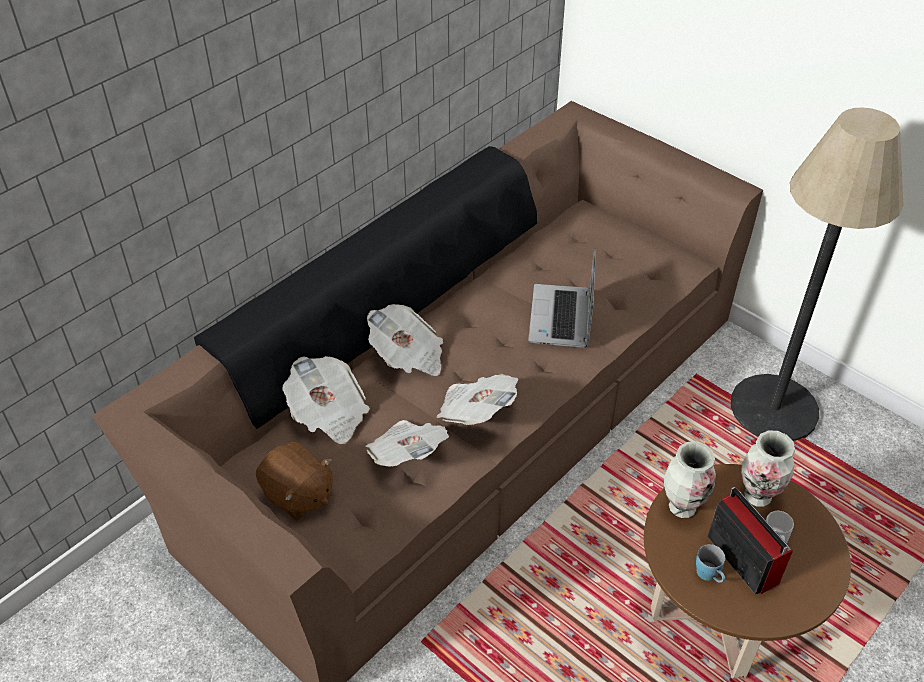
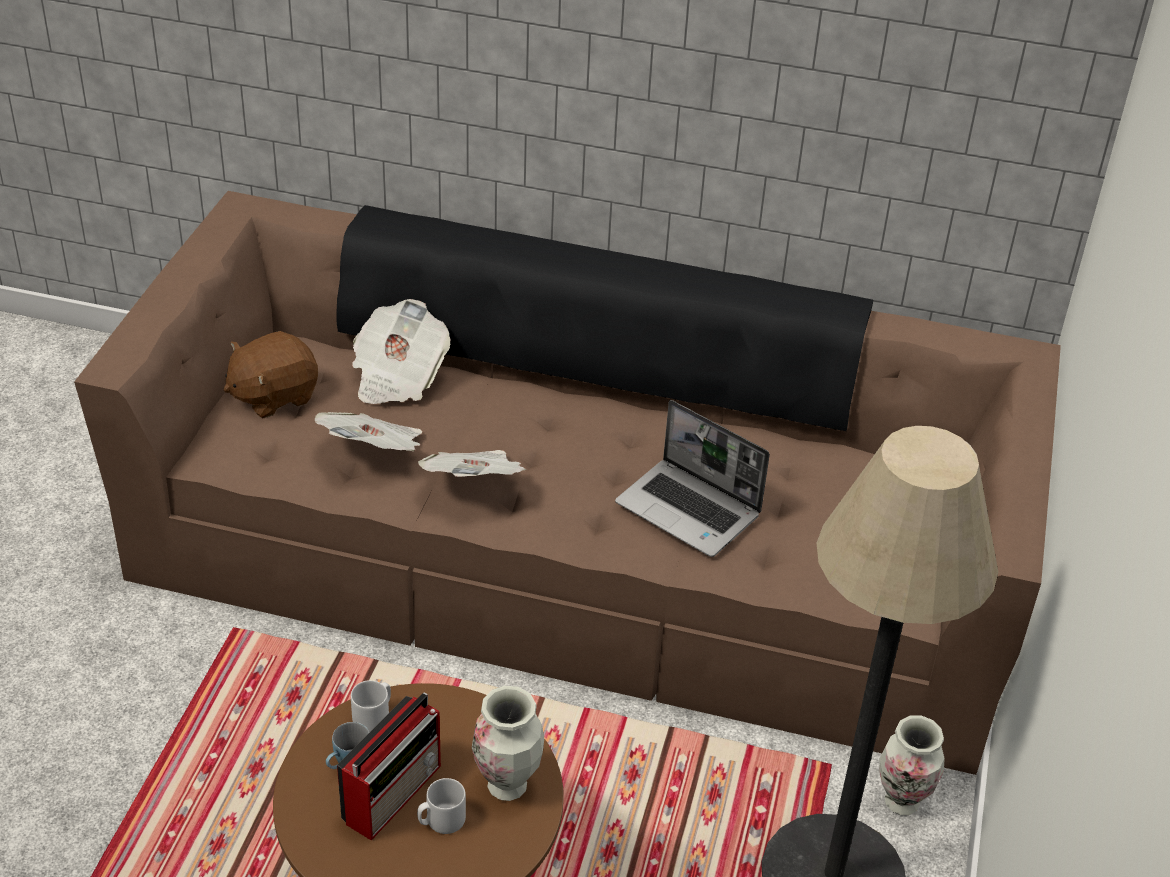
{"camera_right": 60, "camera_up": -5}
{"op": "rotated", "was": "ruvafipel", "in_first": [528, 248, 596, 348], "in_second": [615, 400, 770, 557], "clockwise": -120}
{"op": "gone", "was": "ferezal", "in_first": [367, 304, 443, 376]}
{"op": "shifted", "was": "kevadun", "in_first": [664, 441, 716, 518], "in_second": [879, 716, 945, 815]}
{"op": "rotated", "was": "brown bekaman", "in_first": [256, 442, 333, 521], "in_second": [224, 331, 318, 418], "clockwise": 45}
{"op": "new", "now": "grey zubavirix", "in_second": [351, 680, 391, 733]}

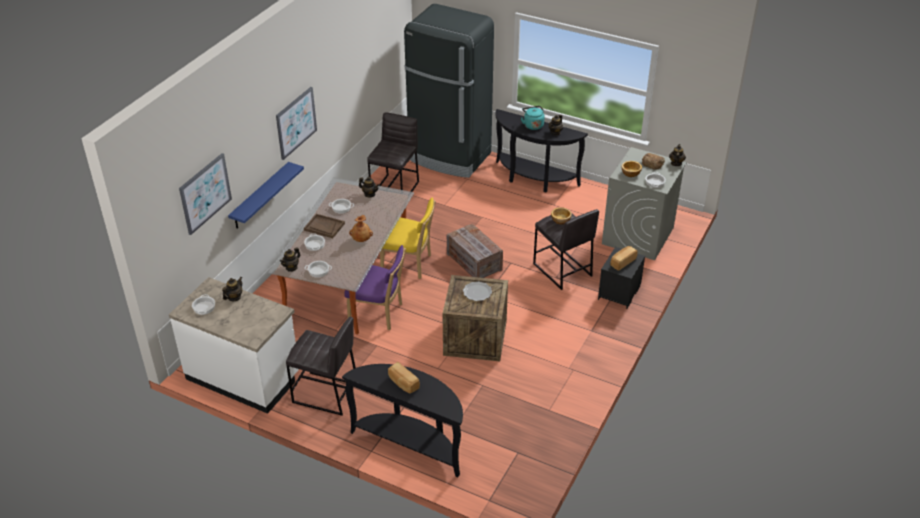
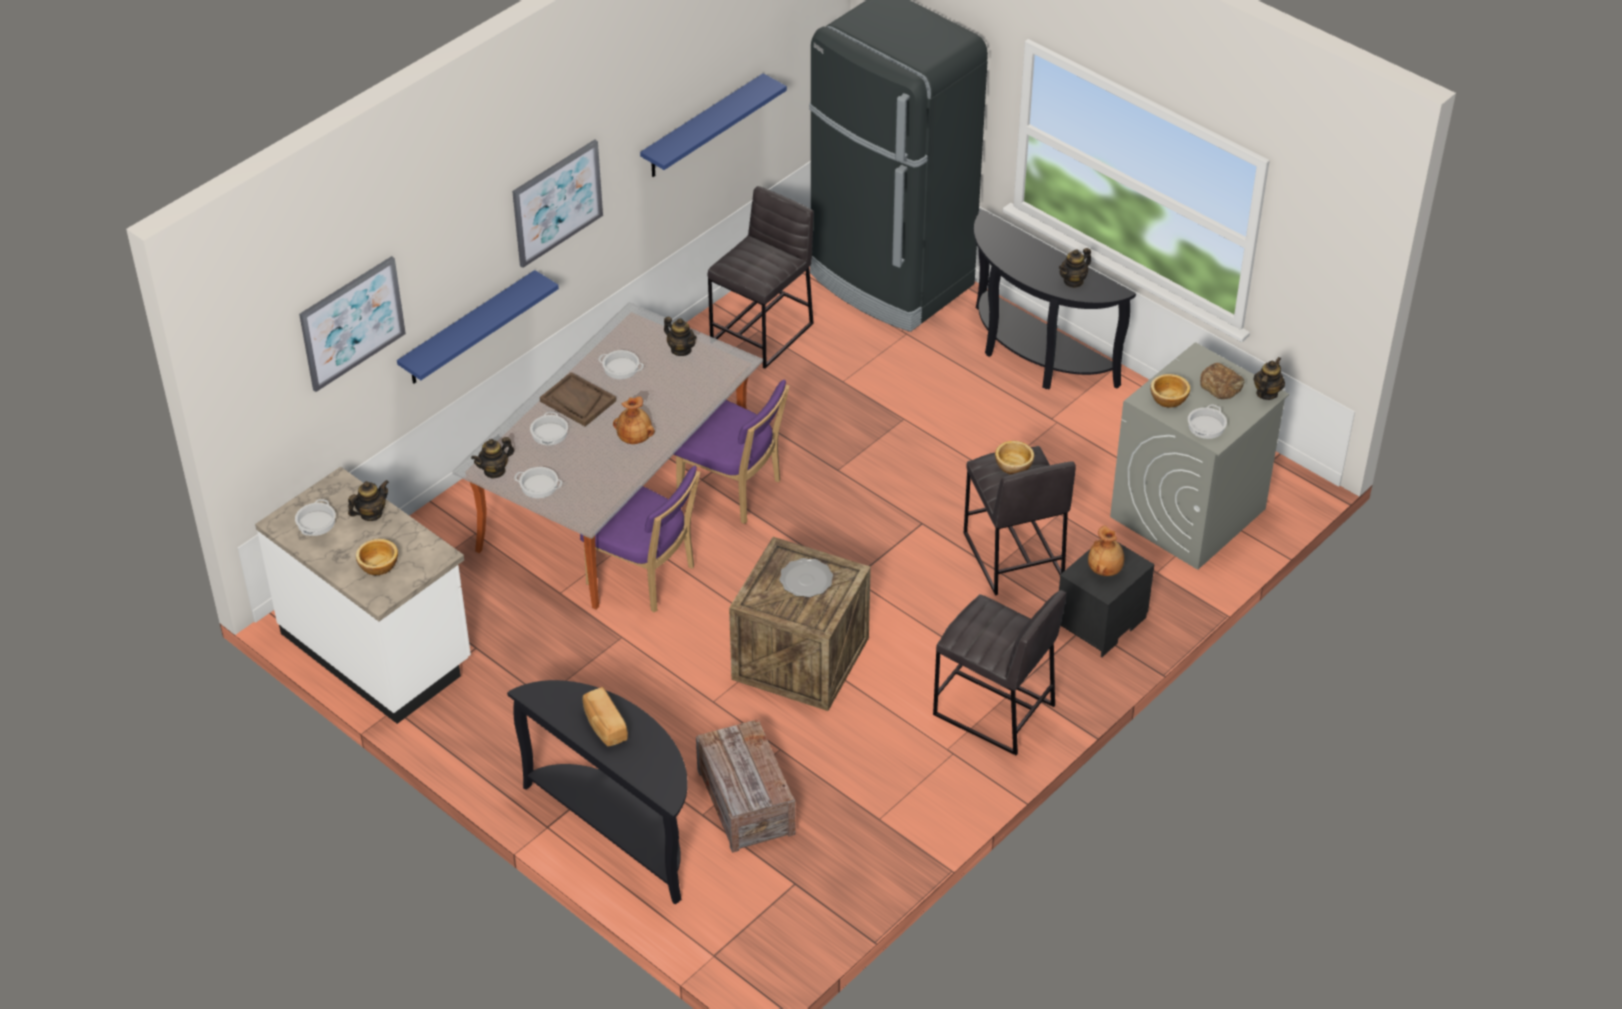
{"camera_right": 15, "camera_up": 5}
{"op": "gone", "was": "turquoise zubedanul", "in_first": [521, 106, 545, 130]}
{"op": "repainted", "was": "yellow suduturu", "now": "purple suduturu", "in_first": [380, 198, 436, 279], "in_second": [674, 380, 790, 524]}
{"op": "shifted", "was": "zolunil", "in_first": [447, 223, 503, 278], "in_second": [696, 719, 796, 853]}
{"op": "swapped", "was": "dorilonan", "now": "brown kevadun", "in_first": [611, 246, 638, 271], "in_second": [1088, 525, 1124, 576]}
{"op": "shifted", "was": "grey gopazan", "in_first": [286, 317, 356, 416], "in_second": [933, 590, 1067, 755]}
{"op": "new", "now": "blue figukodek", "in_second": [640, 73, 787, 177]}
{"op": "new", "now": "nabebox", "in_second": [356, 539, 398, 575]}

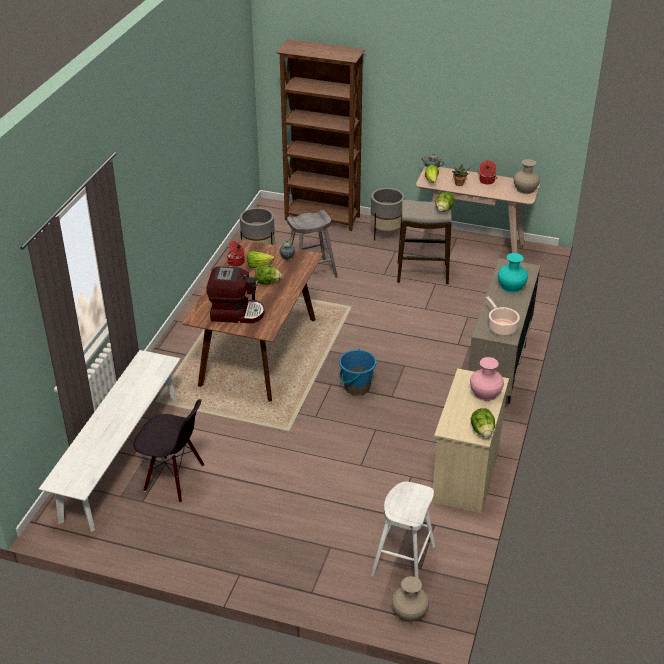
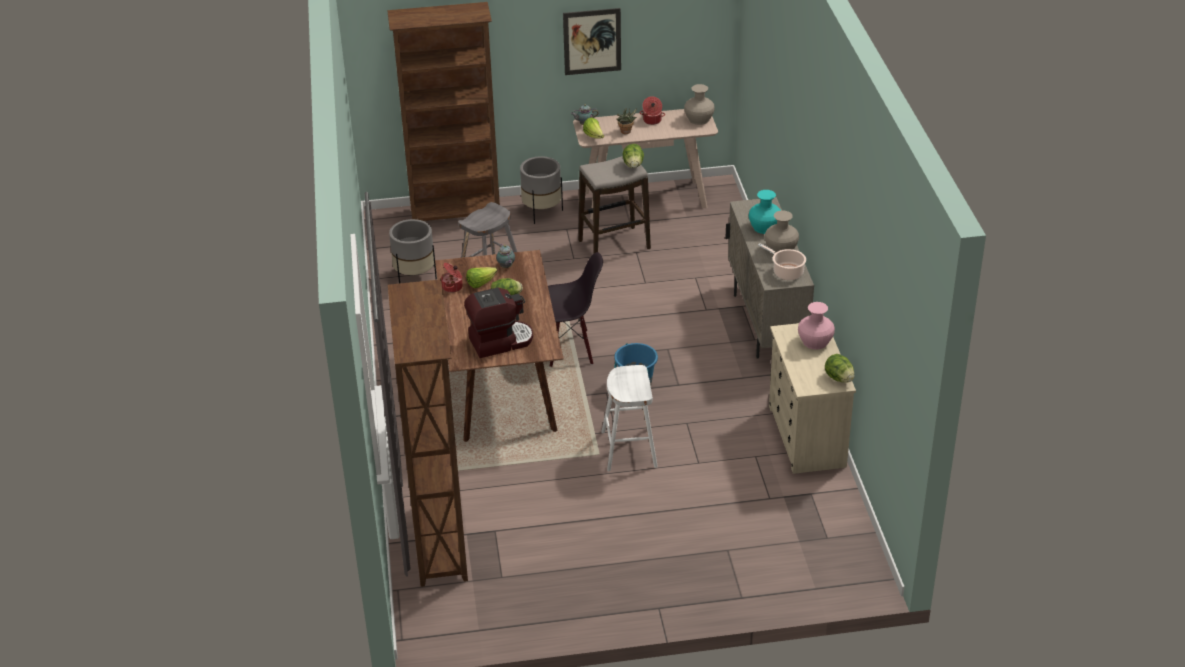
{"camera_right": -25, "camera_up": 0}
{"op": "swapped", "was": "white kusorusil", "now": "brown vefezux", "in_first": [39, 350, 181, 532], "in_second": [388, 279, 468, 587]}
{"op": "shifted", "was": "black suduturu", "in_first": [133, 399, 205, 503], "in_second": [548, 252, 603, 367]}
{"op": "shifted", "was": "white gopazan", "in_first": [371, 482, 435, 579], "in_second": [601, 365, 658, 471]}
{"op": "shifted", "was": "beige kevadun", "in_first": [392, 576, 429, 623], "in_second": [765, 211, 799, 254]}
{"op": "new", "now": "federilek", "in_second": [563, 8, 621, 75]}

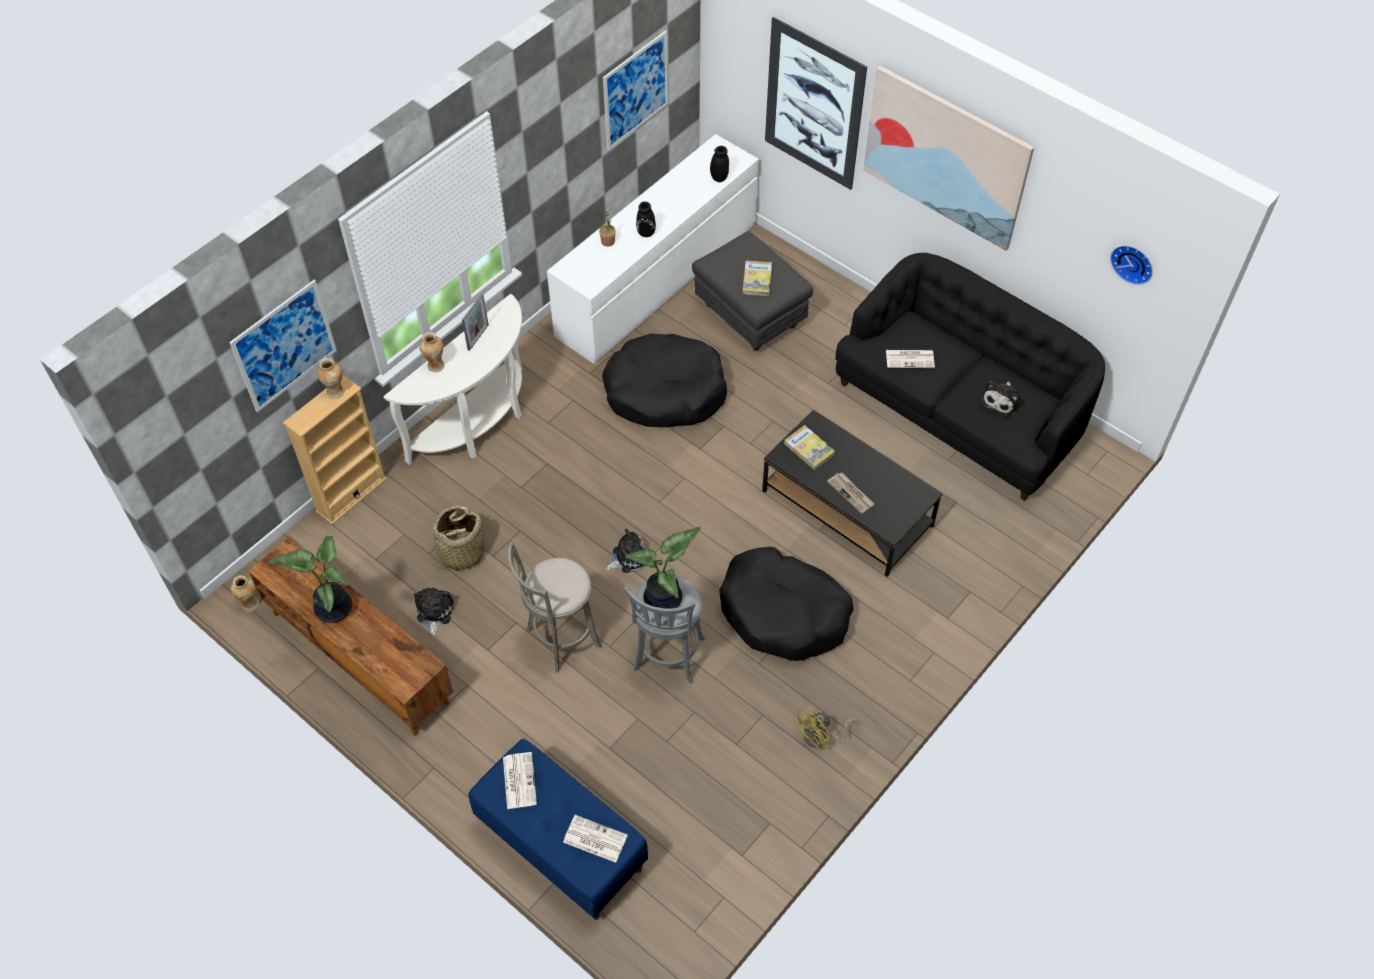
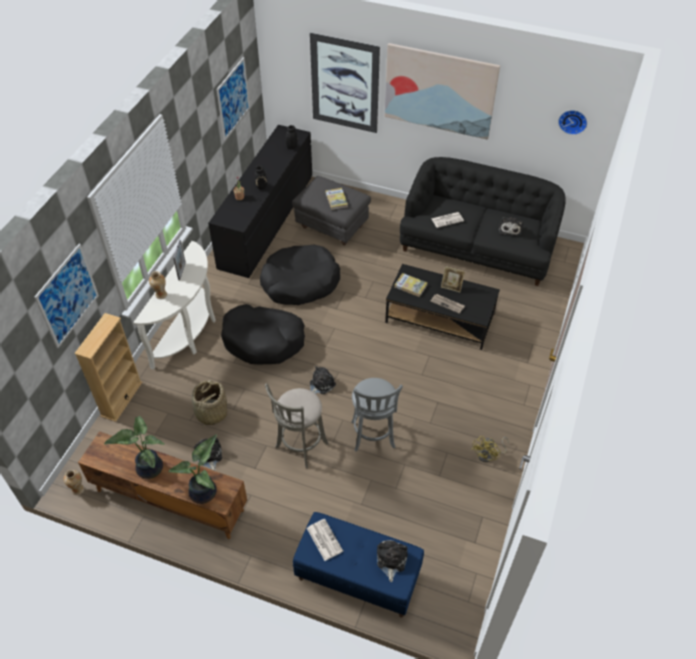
{"camera_right": -20, "camera_up": -5}
{"op": "repainted", "was": "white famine", "now": "black famine", "in_first": [547, 134, 759, 364], "in_second": [208, 125, 312, 278]}
{"op": "gone", "was": "kevadun", "in_first": [317, 358, 345, 399]}
{"op": "shifted", "was": "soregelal", "in_first": [625, 527, 701, 609], "in_second": [169, 434, 217, 504]}
{"op": "shifted", "was": "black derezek", "in_first": [719, 547, 853, 661], "in_second": [221, 304, 305, 364]}
{"op": "swapped", "was": "ferezal", "now": "bekaman", "in_first": [563, 815, 628, 863], "in_second": [377, 540, 408, 582]}
{"op": "new", "now": "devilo", "in_second": [441, 266, 465, 292]}

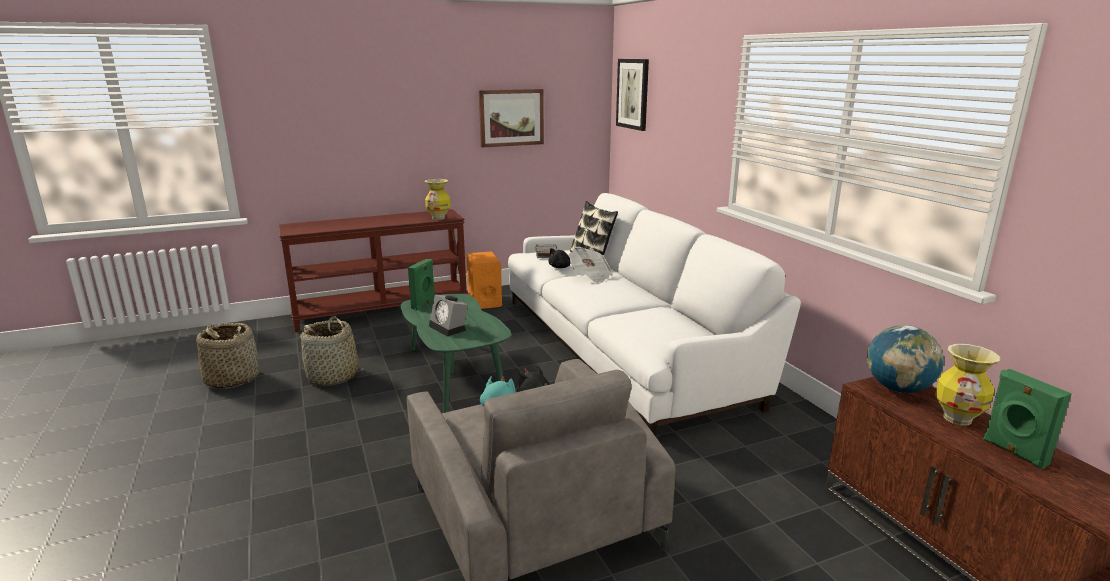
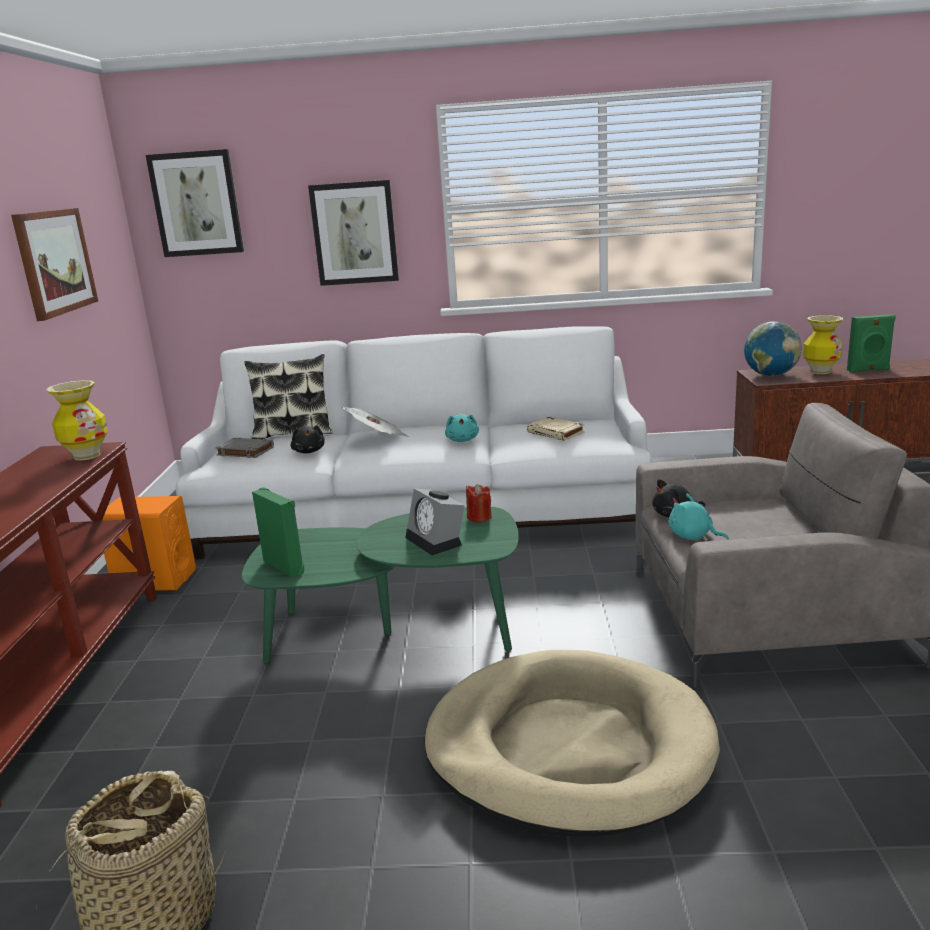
{"camera_right": -65, "camera_up": 0}
{"op": "rotated", "was": "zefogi", "in_first": [429, 295, 468, 336], "in_second": [405, 489, 465, 555], "clockwise": 75}
{"op": "gone", "was": "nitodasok", "in_first": [299, 316, 368, 386]}
{"op": "new", "now": "federilek", "in_second": [308, 180, 399, 286]}
{"op": "new", "now": "turquoise bekaman", "in_second": [445, 414, 479, 442]}
{"op": "new", "now": "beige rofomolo", "in_second": [527, 417, 585, 441]}
{"op": "new", "now": "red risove", "in_second": [466, 484, 492, 522]}
{"op": "new", "now": "beige derezek", "in_second": [425, 650, 720, 836]}

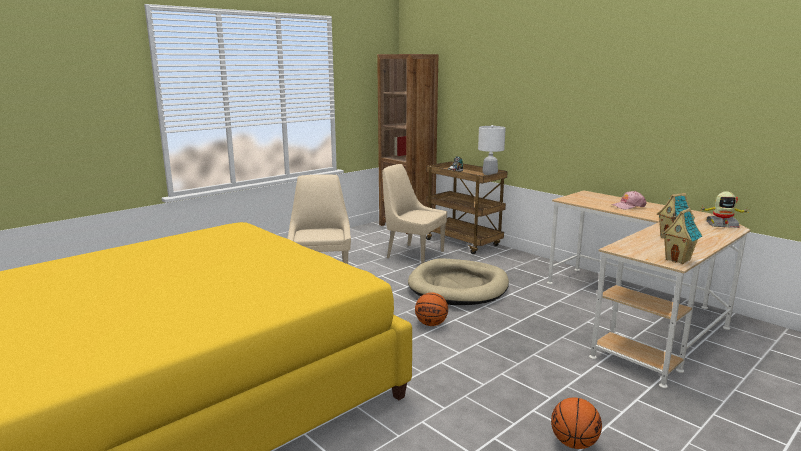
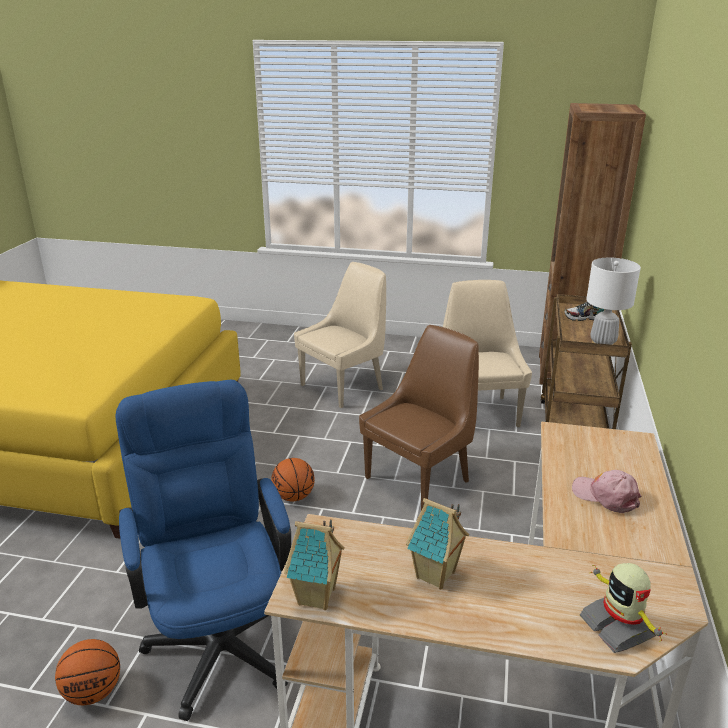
{"camera_right": 55, "camera_up": 10}
{"op": "swapped", "was": "beige derezek", "now": "brown suduturu", "in_first": [408, 258, 509, 305], "in_second": [359, 325, 479, 510]}
{"op": "new", "now": "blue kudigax", "in_second": [115, 380, 291, 721]}

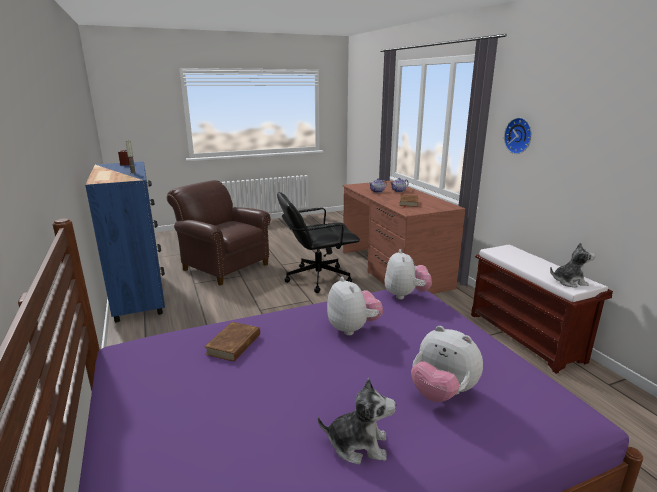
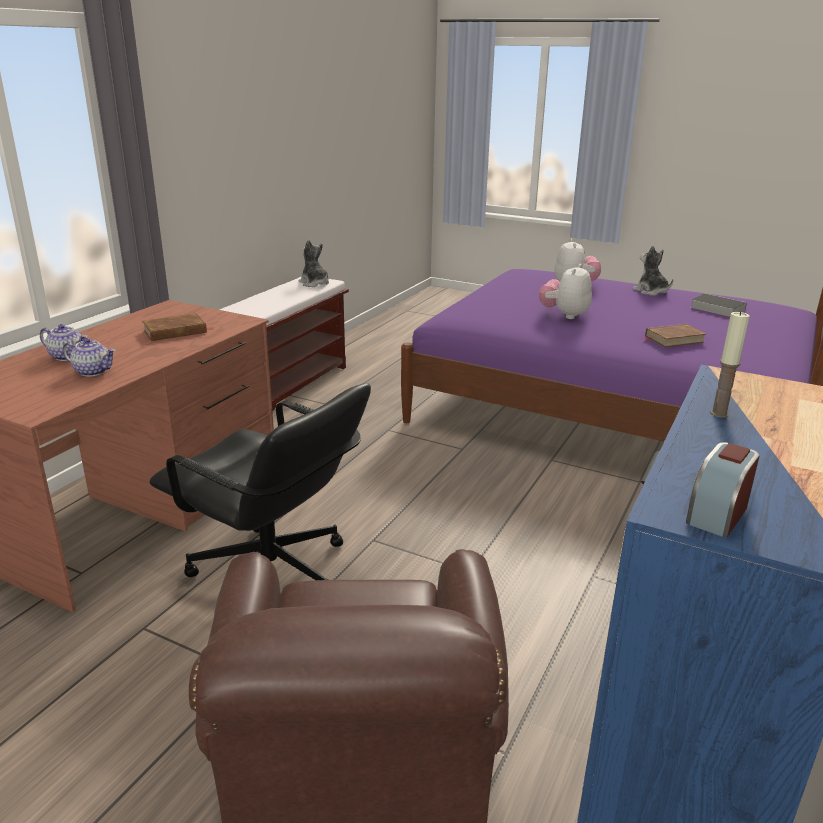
{"camera_right": -130, "camera_up": 5}
{"op": "gone", "was": "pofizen", "in_first": [504, 118, 532, 154]}
{"op": "gone", "was": "bekaman", "in_first": [385, 249, 432, 299]}
{"op": "new", "now": "rofomolo", "in_second": [690, 293, 747, 317]}

